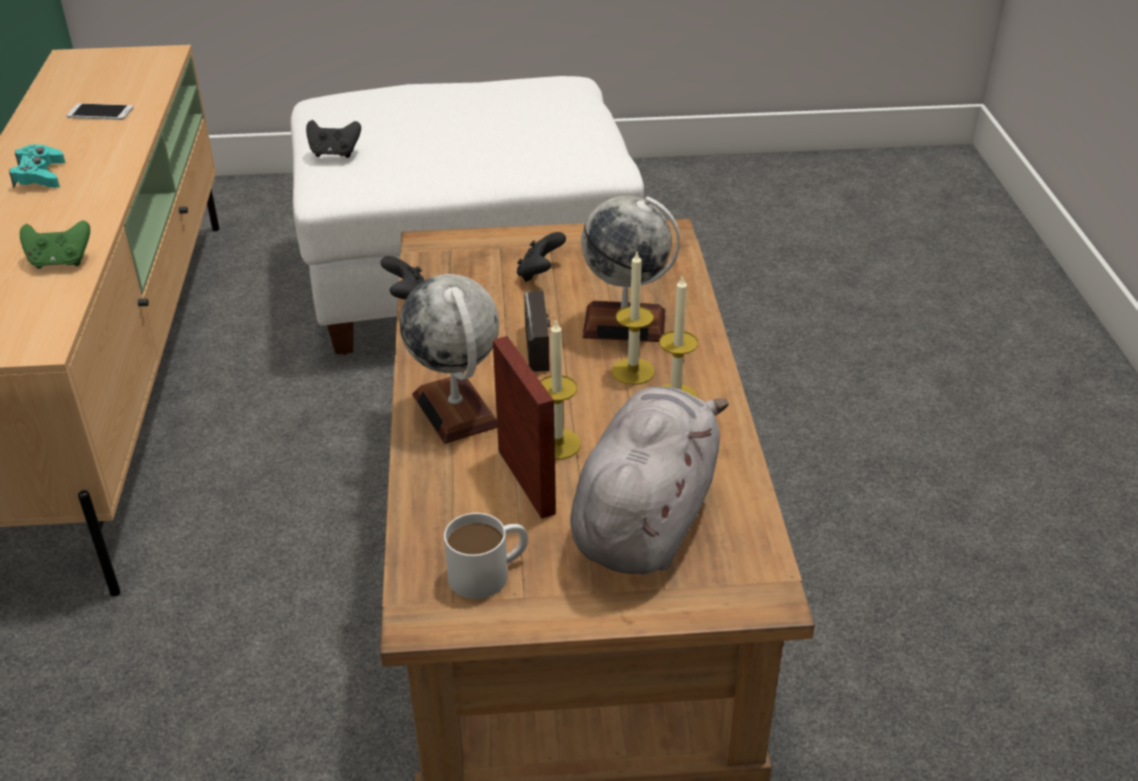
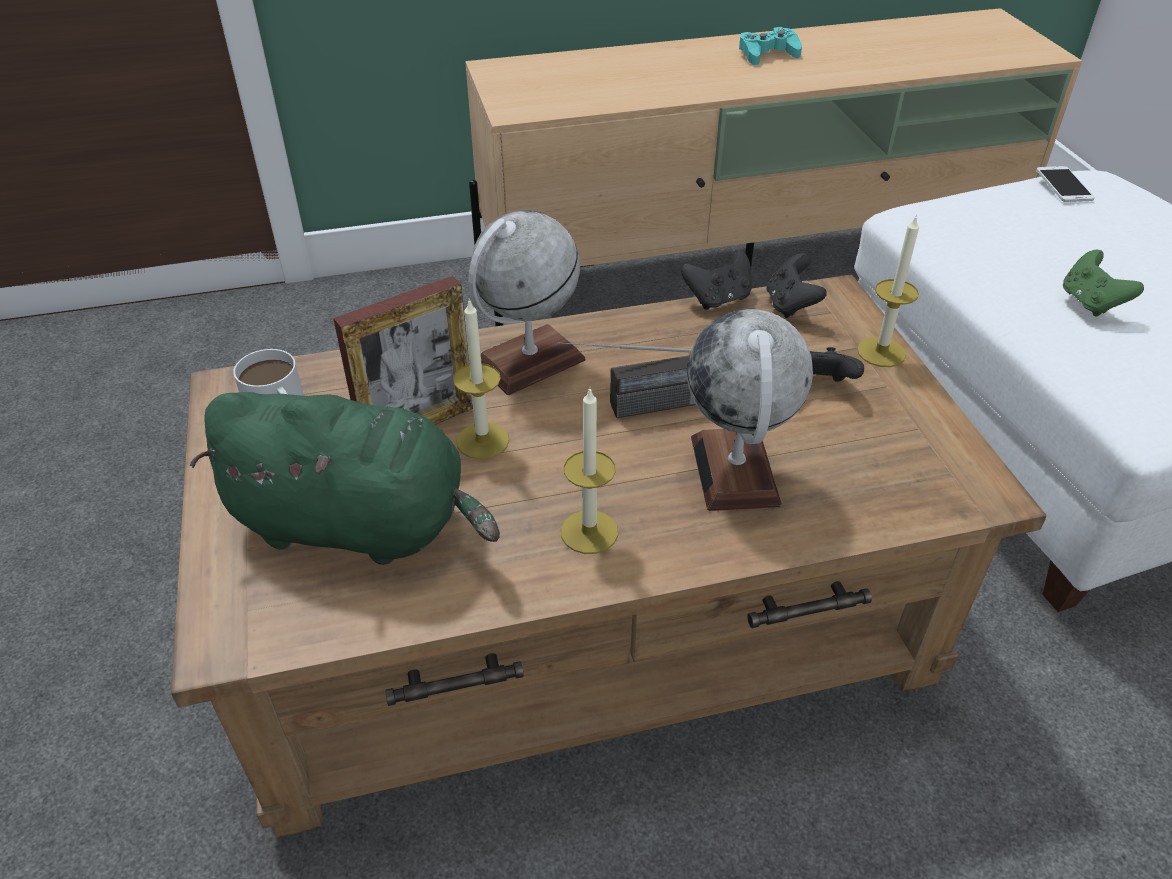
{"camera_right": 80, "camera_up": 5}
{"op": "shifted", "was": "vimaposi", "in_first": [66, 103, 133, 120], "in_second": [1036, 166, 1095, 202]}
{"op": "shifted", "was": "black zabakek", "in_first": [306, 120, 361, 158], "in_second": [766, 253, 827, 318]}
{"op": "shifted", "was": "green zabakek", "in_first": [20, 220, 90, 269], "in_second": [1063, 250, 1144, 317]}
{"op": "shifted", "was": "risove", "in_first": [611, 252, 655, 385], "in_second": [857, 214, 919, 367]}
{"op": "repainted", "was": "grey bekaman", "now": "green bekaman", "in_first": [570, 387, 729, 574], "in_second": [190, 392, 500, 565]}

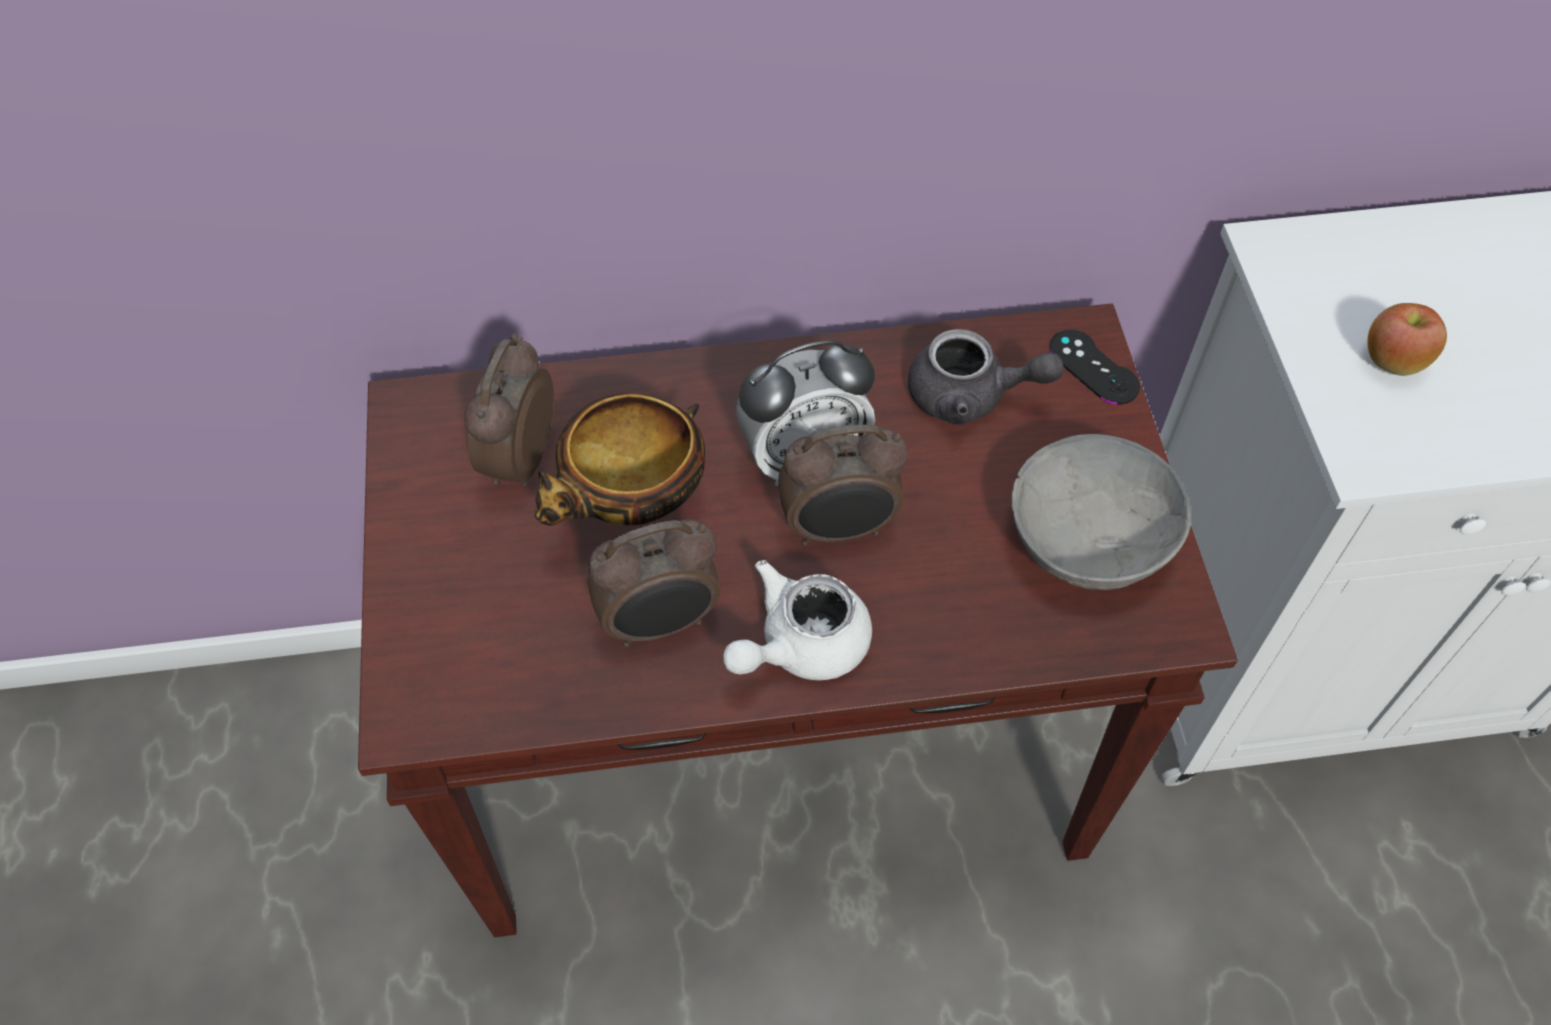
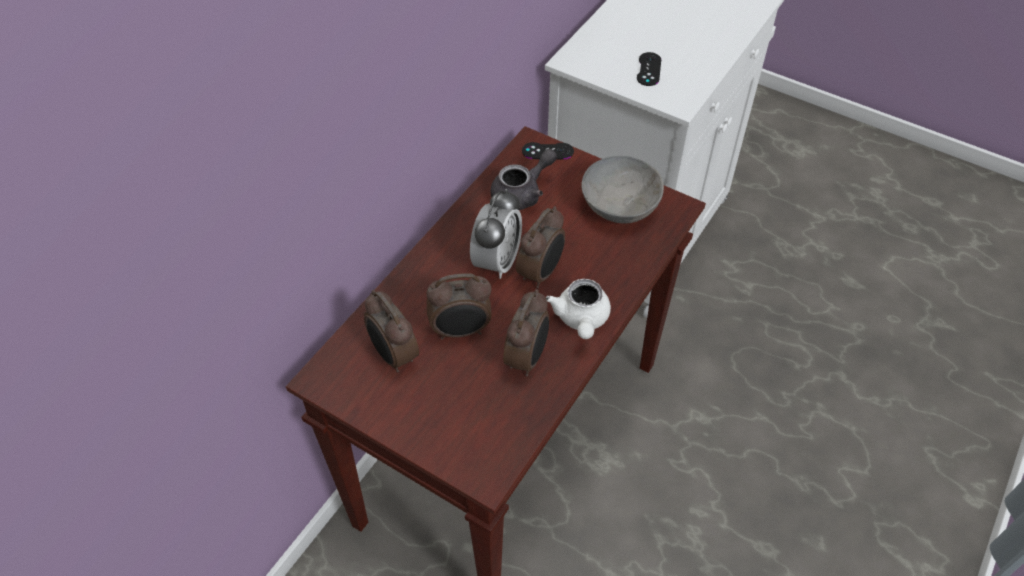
{"camera_right": -50, "camera_up": -5}
{"op": "swapped", "was": "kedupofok", "now": "black zabakek", "in_first": [1367, 303, 1447, 376], "in_second": [637, 52, 661, 86]}
{"op": "swapped", "was": "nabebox", "now": "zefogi", "in_first": [535, 393, 705, 526], "in_second": [427, 273, 492, 340]}

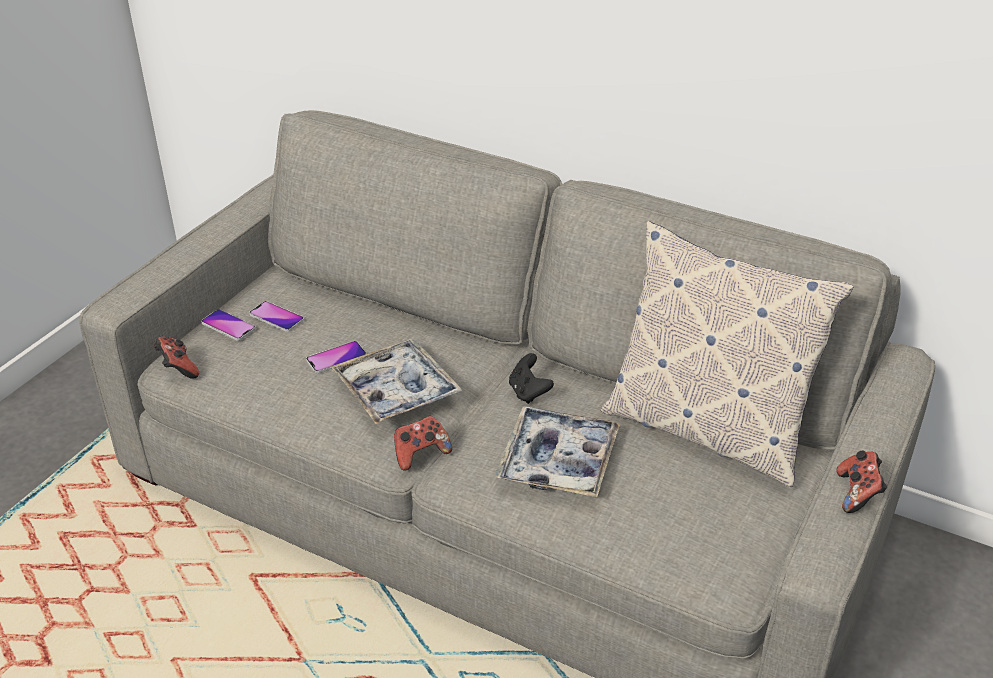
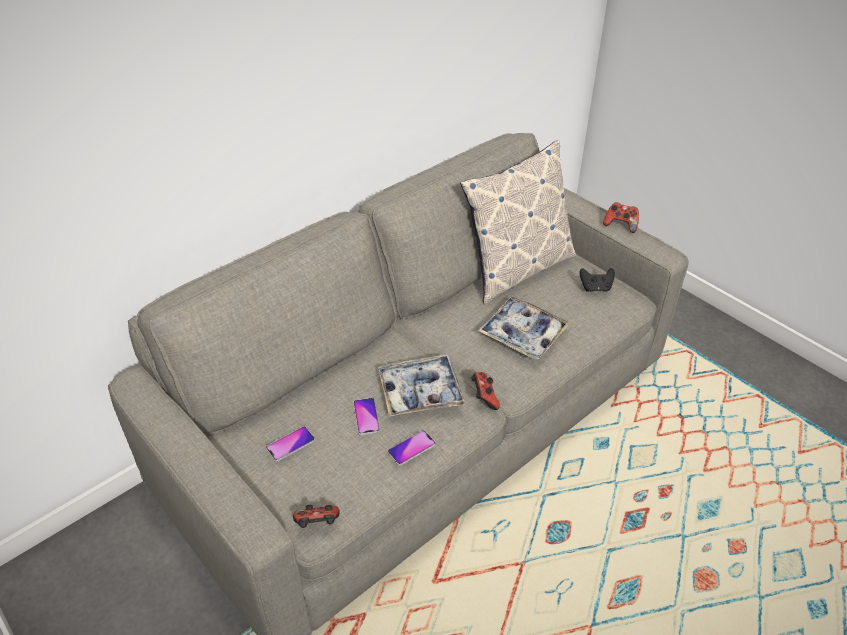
{"camera_right": -70, "camera_up": 5}
{"op": "shifted", "was": "vimaposi", "in_first": [201, 309, 256, 341], "in_second": [388, 430, 436, 466]}
{"op": "shifted", "was": "black zabakek", "in_first": [509, 353, 554, 404], "in_second": [580, 268, 615, 292]}

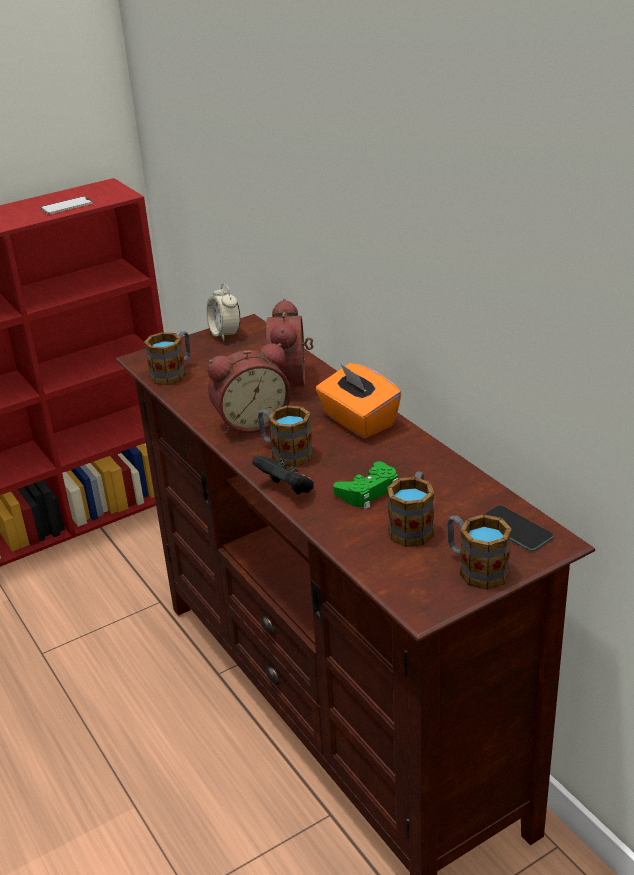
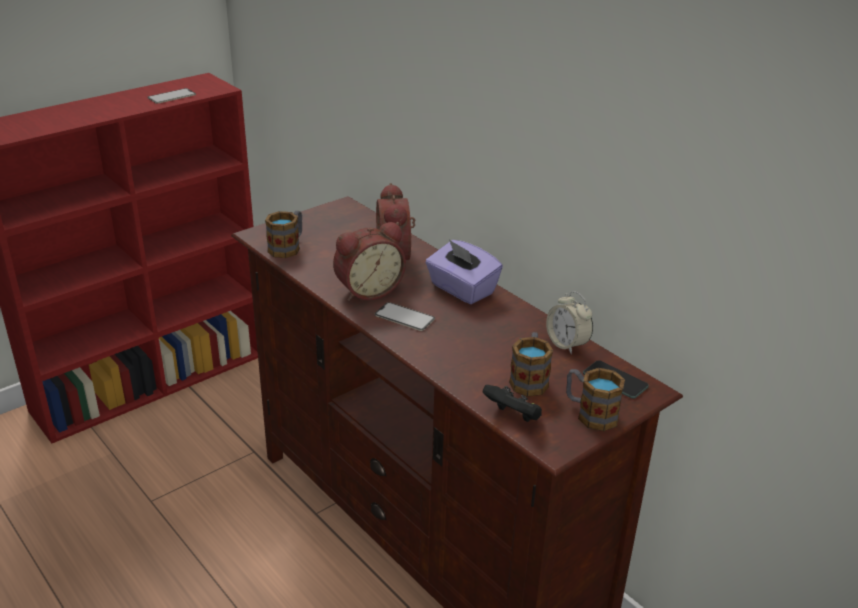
{"camera_right": -10, "camera_up": 0}
{"op": "shifted", "was": "zefogi", "in_first": [207, 283, 240, 341], "in_second": [546, 291, 593, 354]}
{"op": "repainted", "was": "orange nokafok", "now": "purple nokafok", "in_first": [315, 363, 402, 438], "in_second": [425, 239, 503, 304]}
{"op": "swapped", "was": "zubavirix", "now": "vimaposi", "in_first": [258, 405, 313, 467], "in_second": [375, 302, 435, 331]}
{"op": "shifted", "was": "black zabakek", "in_first": [252, 455, 314, 495], "in_second": [482, 385, 542, 422]}
{"op": "gone", "was": "green zabakek", "in_first": [333, 461, 398, 509]}

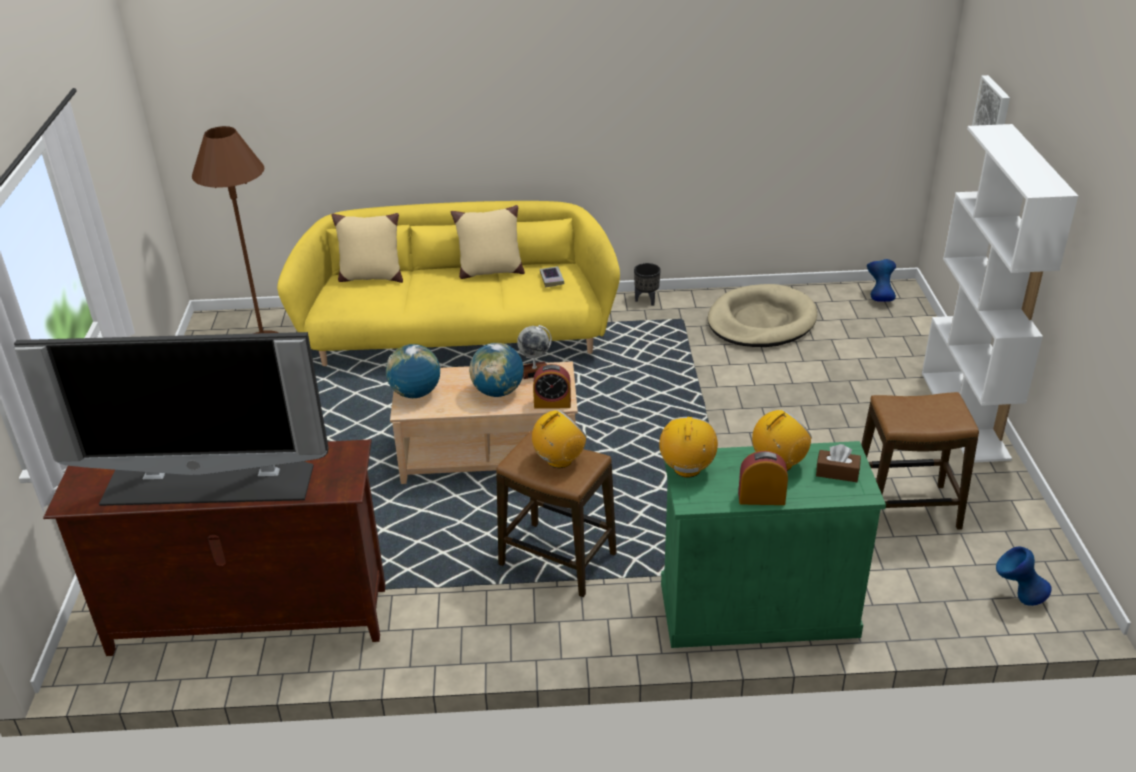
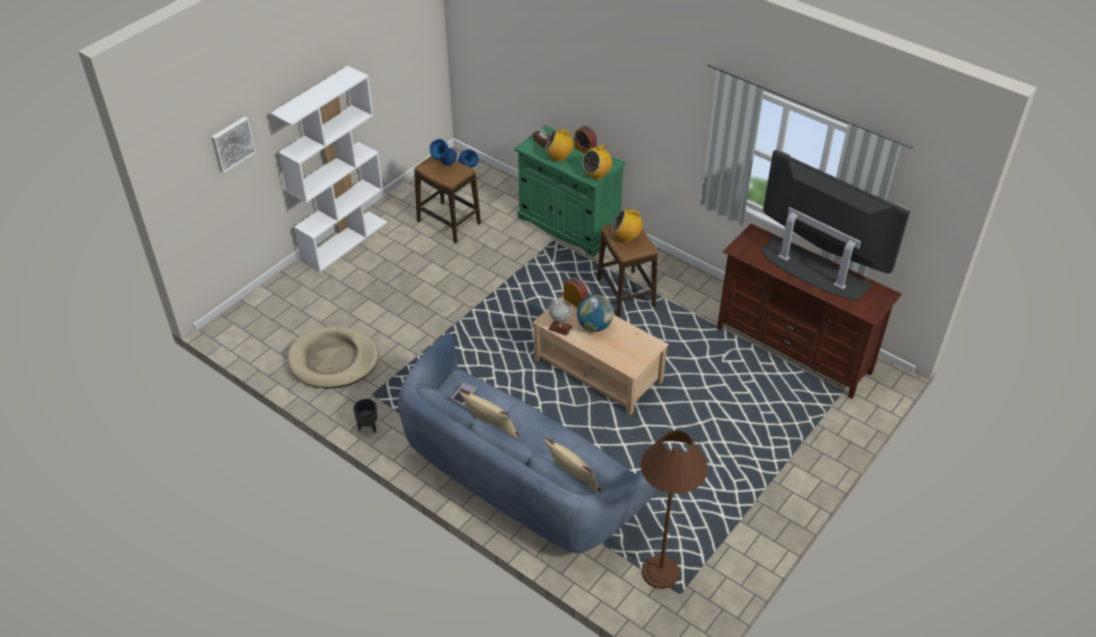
{"camera_right": -140, "camera_up": 10}
{"op": "repainted", "was": "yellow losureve", "now": "blue losureve", "in_first": [277, 201, 620, 366], "in_second": [398, 333, 656, 553]}
{"op": "shifted", "was": "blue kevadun", "in_first": [867, 259, 896, 302], "in_second": [430, 139, 457, 165]}
{"op": "gone", "was": "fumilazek", "in_first": [386, 344, 440, 398]}

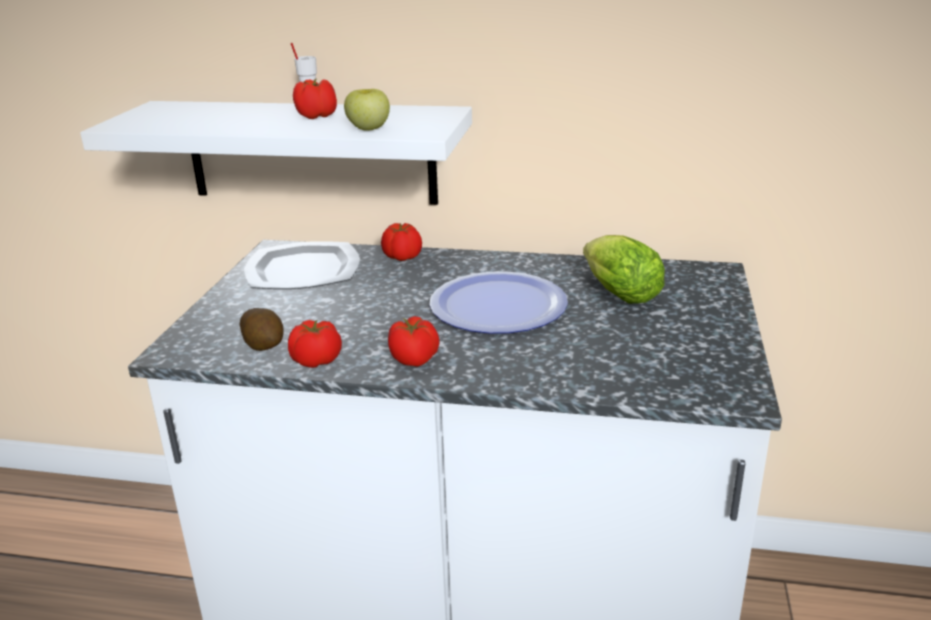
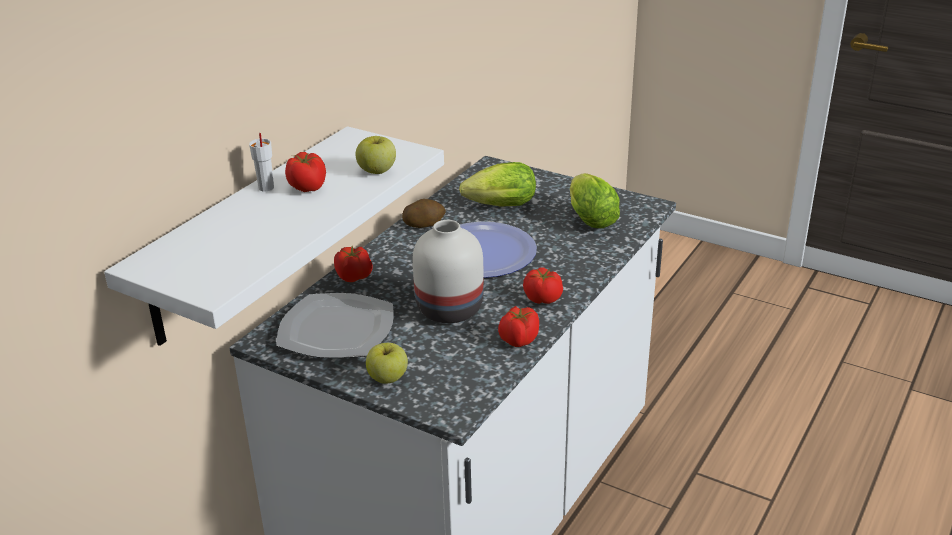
{"camera_right": -70, "camera_up": 5}
{"op": "shifted", "was": "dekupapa", "in_first": [240, 308, 284, 351], "in_second": [402, 199, 446, 228]}
{"op": "new", "now": "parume", "in_second": [570, 173, 620, 228]}
{"op": "new", "now": "white kevadun", "in_second": [413, 220, 484, 323]}
{"op": "new", "now": "kedupofok", "in_second": [366, 343, 408, 384]}

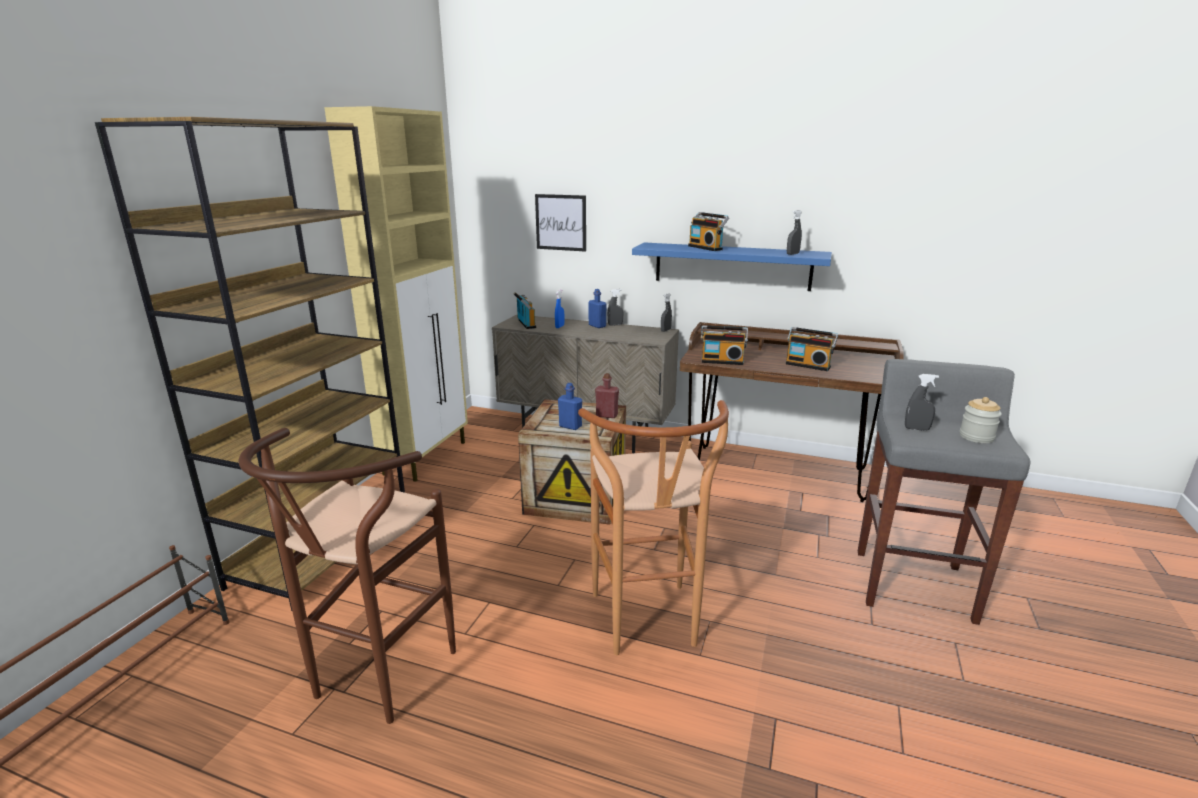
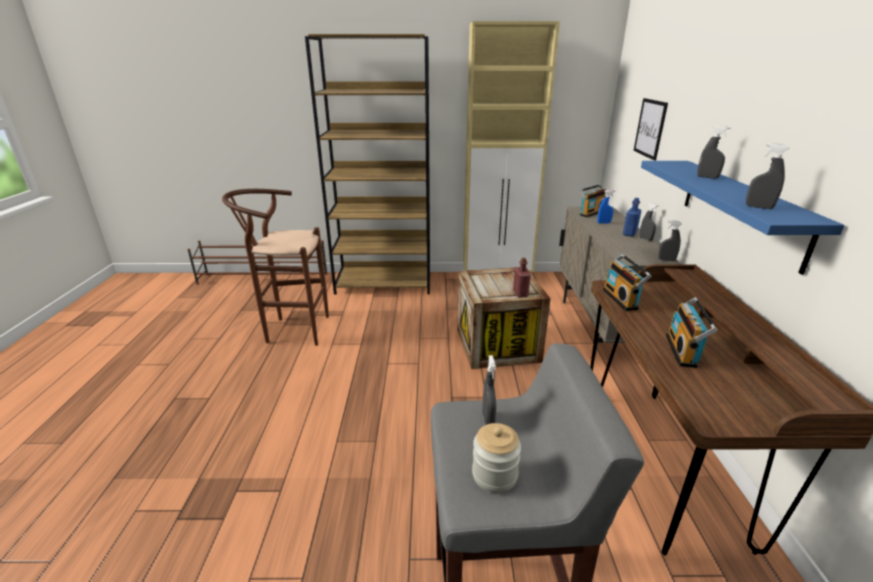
{"camera_right": 70, "camera_up": 5}
{"op": "swapped", "was": "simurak", "now": "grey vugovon", "in_first": [688, 212, 729, 251], "in_second": [697, 126, 731, 179]}
{"op": "gone", "was": "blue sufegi", "in_first": [558, 383, 582, 430]}
{"op": "gone", "was": "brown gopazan", "in_first": [578, 400, 729, 655]}

